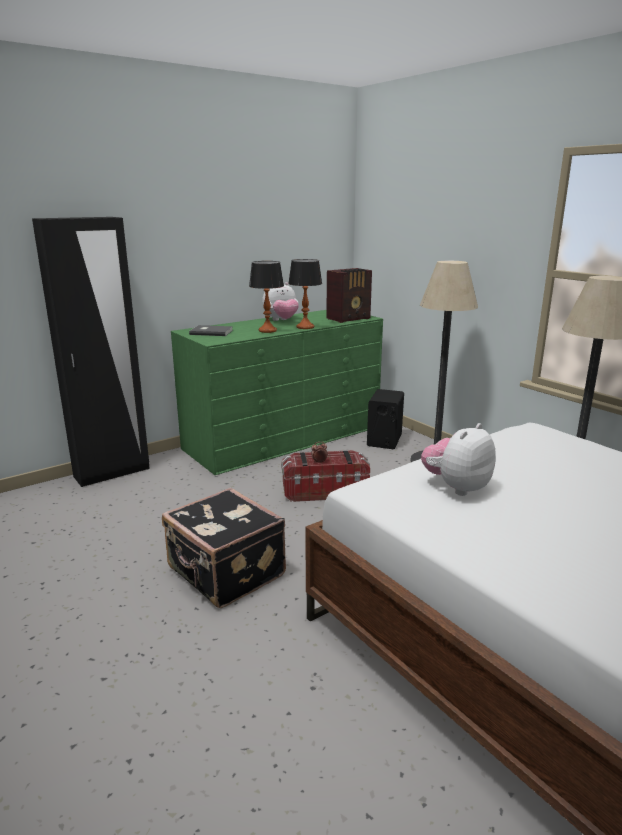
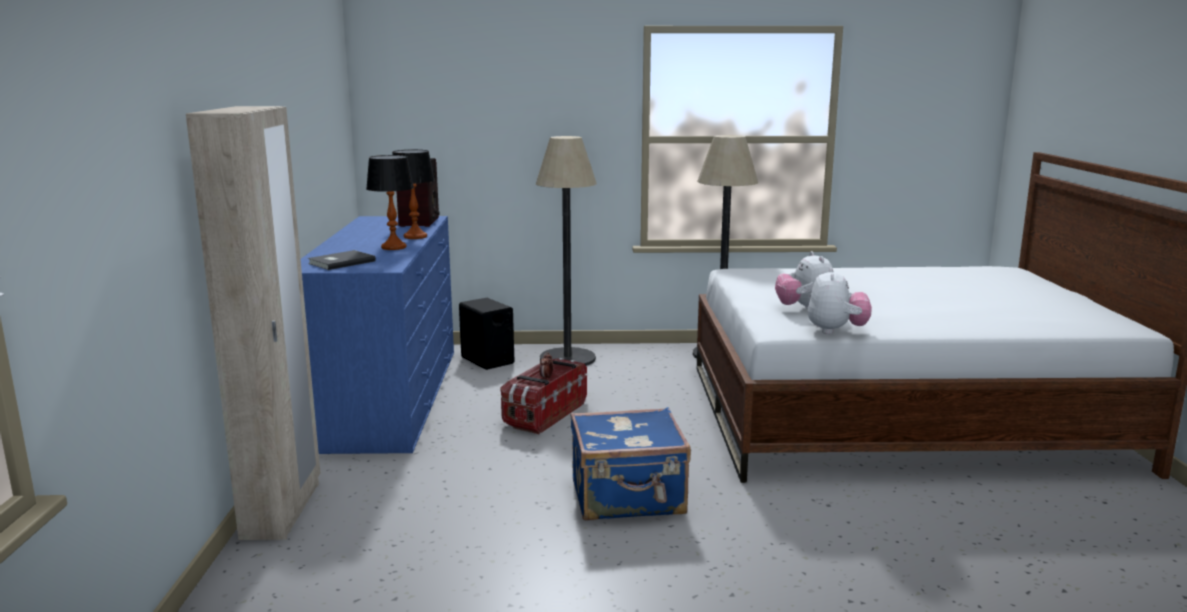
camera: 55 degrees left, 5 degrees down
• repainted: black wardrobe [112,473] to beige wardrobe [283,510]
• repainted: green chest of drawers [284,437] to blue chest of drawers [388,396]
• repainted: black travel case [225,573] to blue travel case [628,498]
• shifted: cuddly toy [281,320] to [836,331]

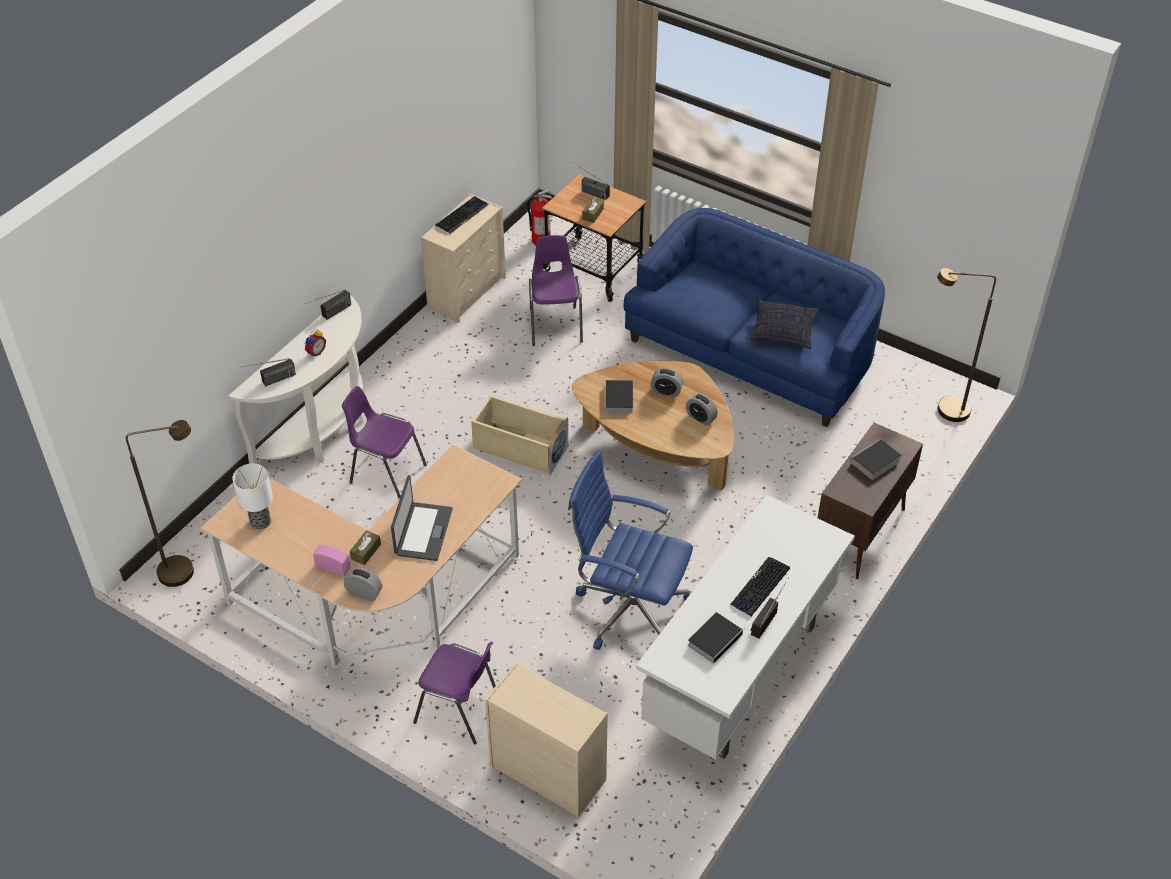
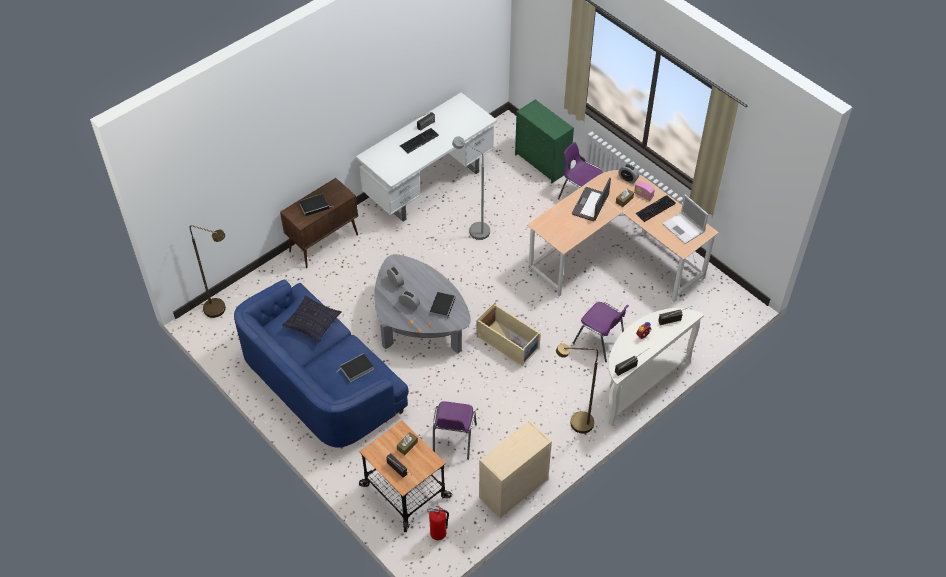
camera: 165 degrees left, 5 degrees up
• shifted: book [715,638] to [356,369]
• repainted: brownish lounge table [657,449] to grey lounge table [419,322]
• swapped: blue computer chair [629,608] to grey standard lamp [474,229]
• repainted: beige chest of drawers [546,772] to green chest of drawers [542,163]
• shifted: brownish standard lamp [186,570] to [575,424]
• shifted: computer keyboard [462,215] to [655,209]
• swapped: tabletop lamp [260,522] to portable computer [684,228]

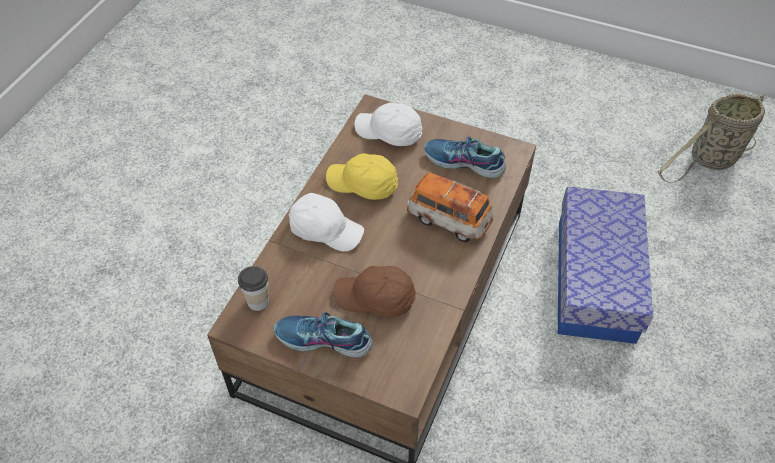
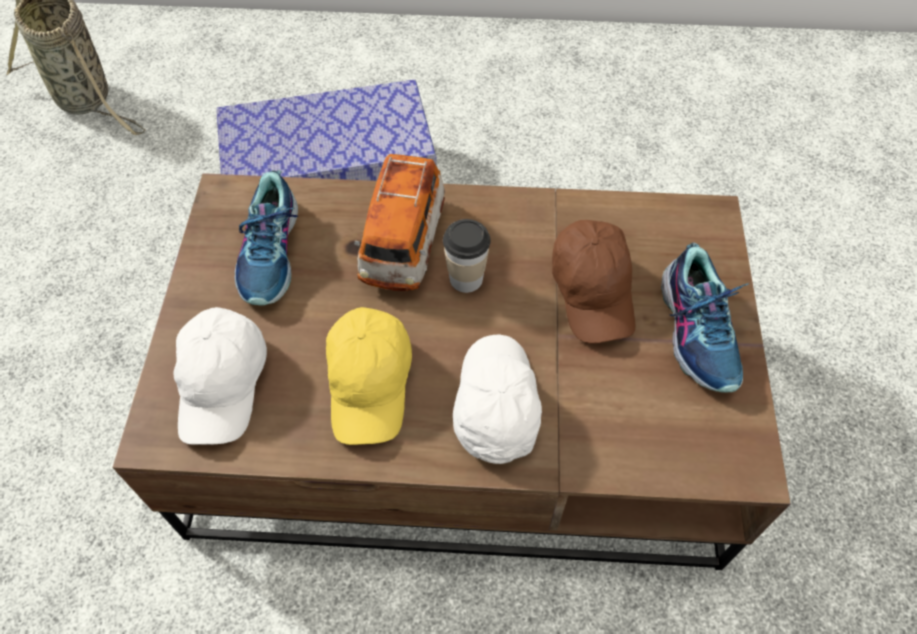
camera: 110 degrees left, 5 degrees up
• shifted: cup [258,301] to [466,278]

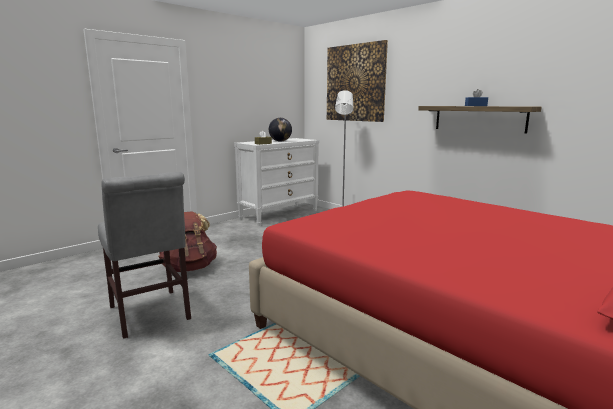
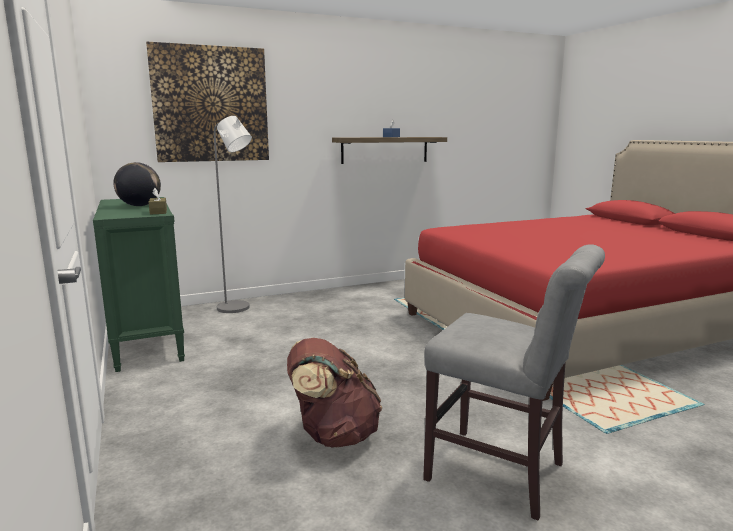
camera: 70 degrees left, 0 degrees up
• repainted: white chest of drawers [279,214] to green chest of drawers [147,339]
• rotated: grey plain chair [150,315] = [502,474] 45 degrees clockwise

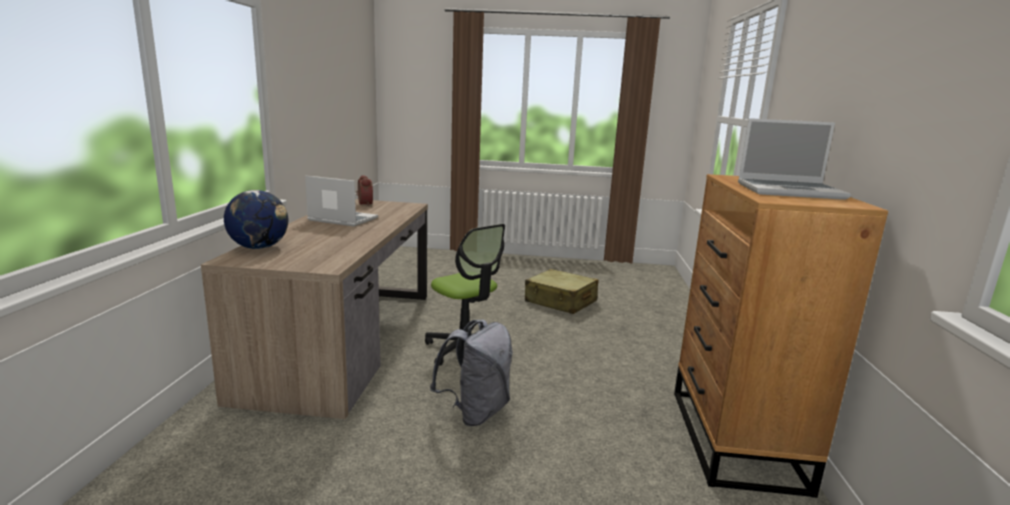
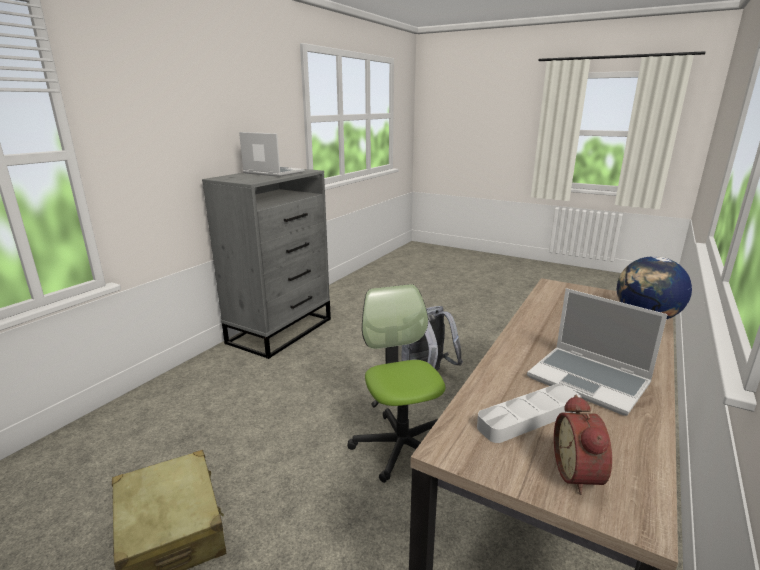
camera: 155 degrees left, 5 degrees up
• repainted: brownish chest of drawers [735,439] to grey chest of drawers [281,330]
• new: grey carrying tray [529,417]

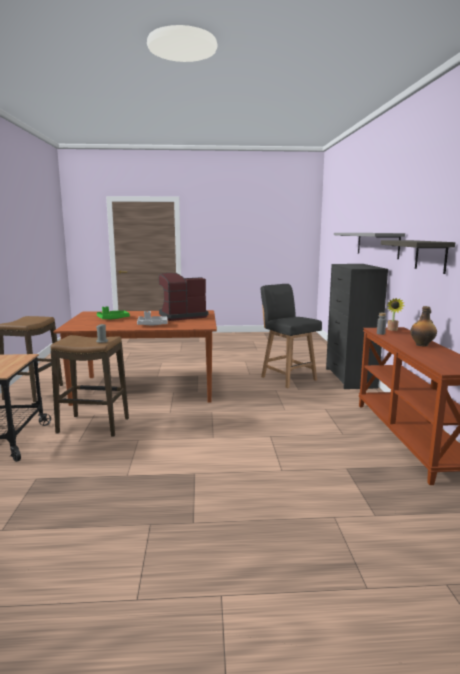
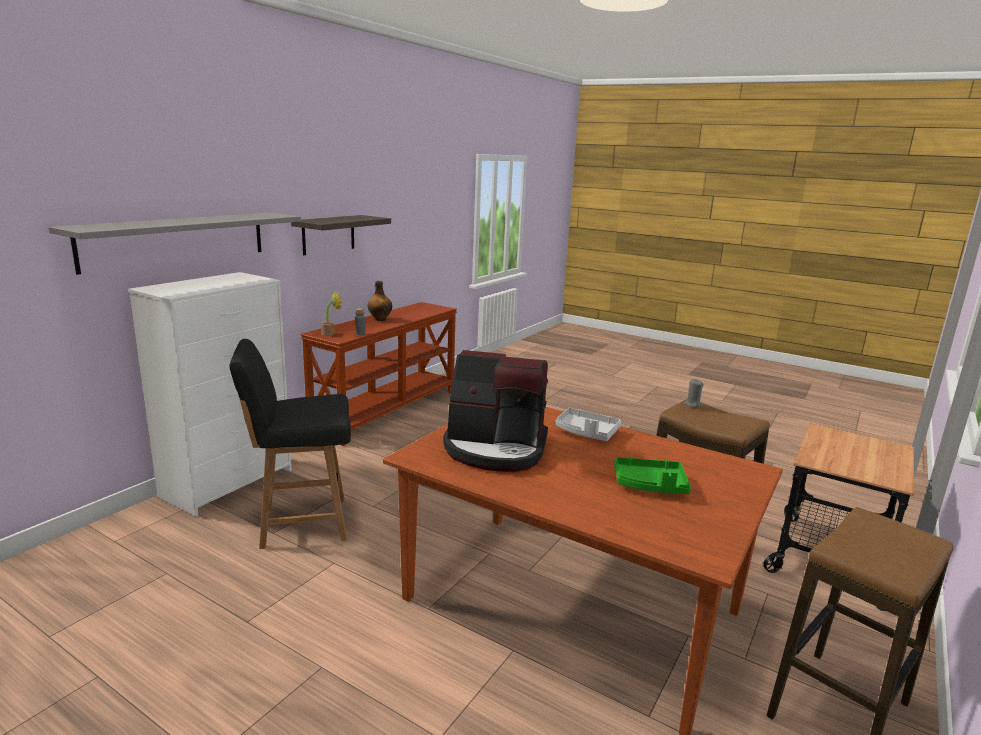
camera: 145 degrees left, 5 degrees up
• repainted: black chest of drawers [350,378] to white chest of drawers [229,482]
• rotated: black plain chair [287,378] = [301,522] 75 degrees clockwise

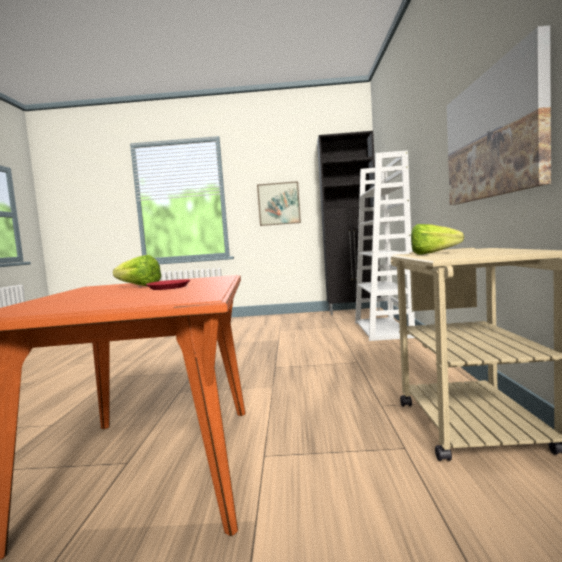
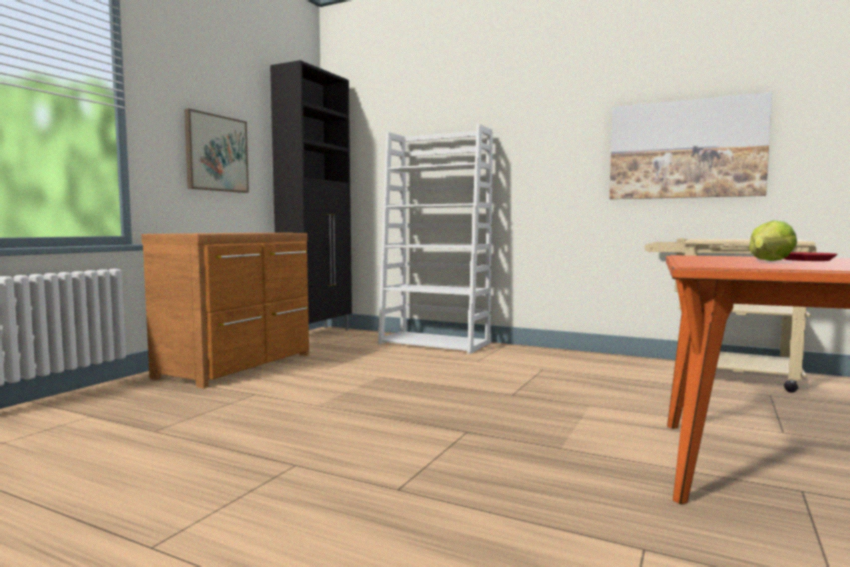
camera: 65 degrees left, 0 degrees up
• new: brownish chest of drawers [240,366]
• gone: lettuce head [437,253]

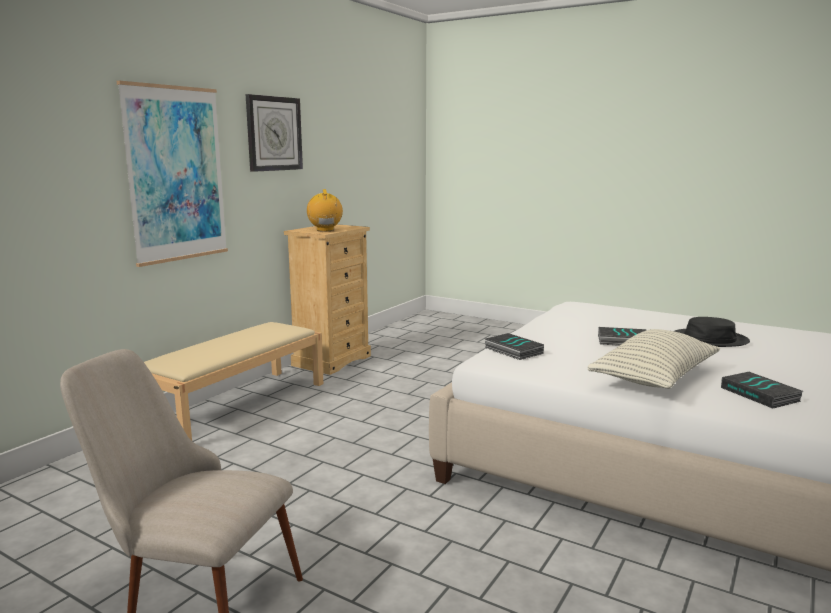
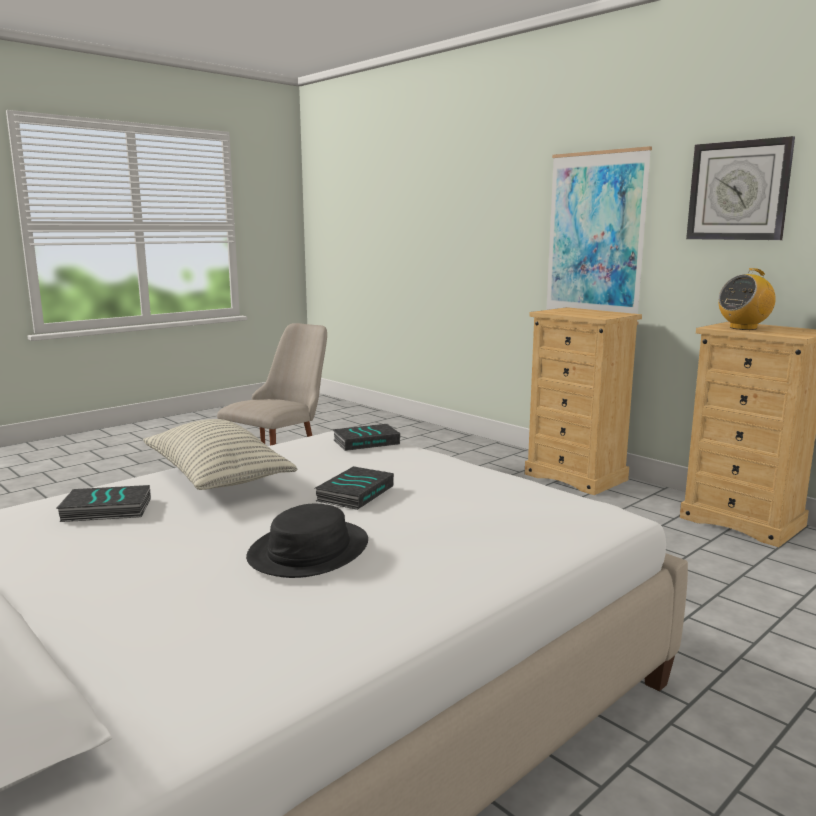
camera: 105 degrees right, 0 degrees up
• swapped: beige bench [238,405] to beige chest of drawers [576,477]
• rotated: radio receiver [325,230] = [743,328] 150 degrees clockwise

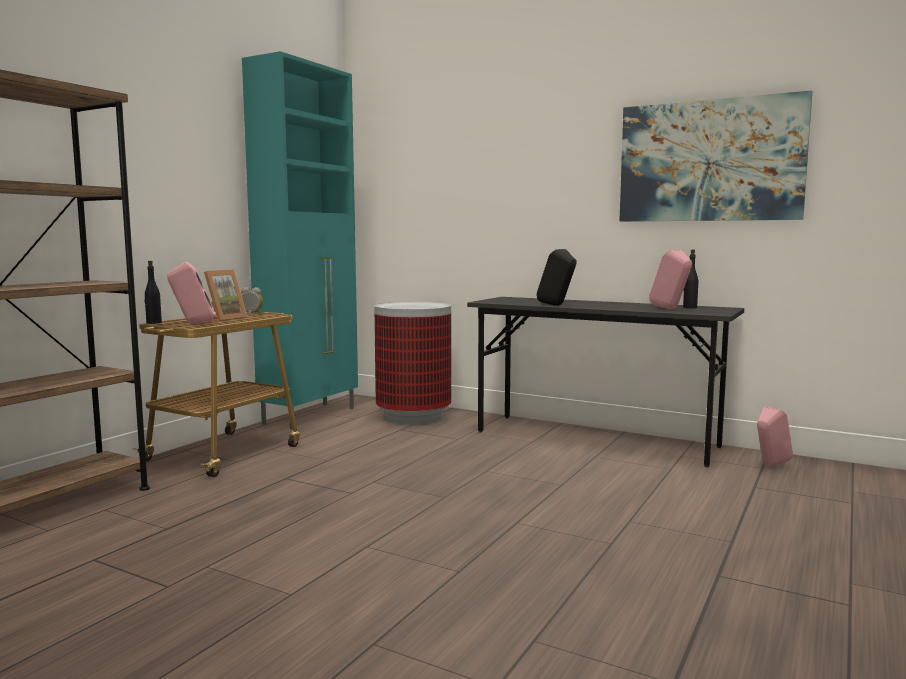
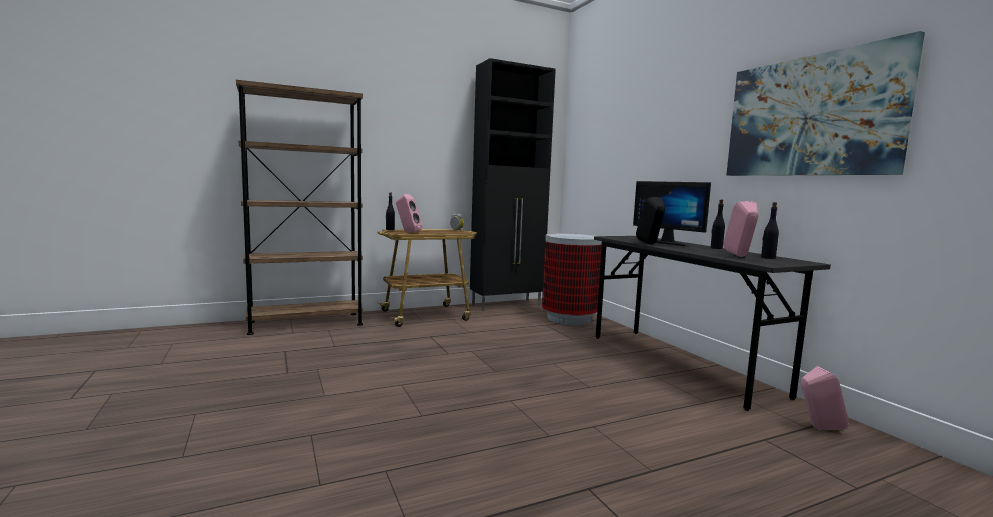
camera: 35 degrees right, 0 degrees up
• repainted: blue-green cabinet [311,415] to black cabinet [507,305]
• new: monitor [670,243]
• new: black beverage bottle [716,248]
• gone: standing frame [223,318]

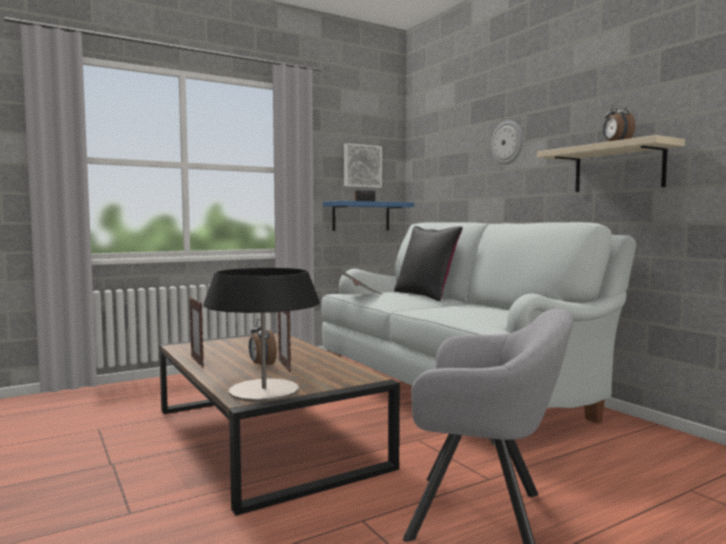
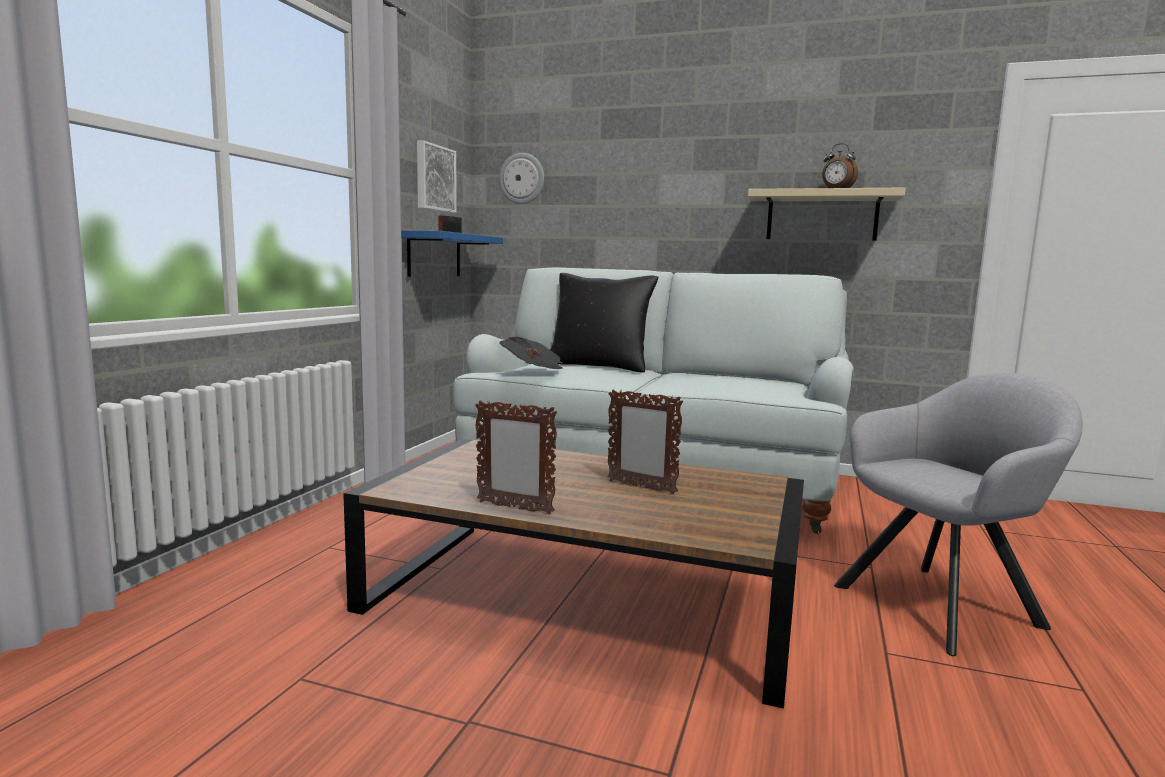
camera: 40 degrees left, 5 degrees up
• shifted: wall clock [507,142] to [522,178]
• gone: tabletop lamp [264,390]
• gone: alarm clock [261,365]

